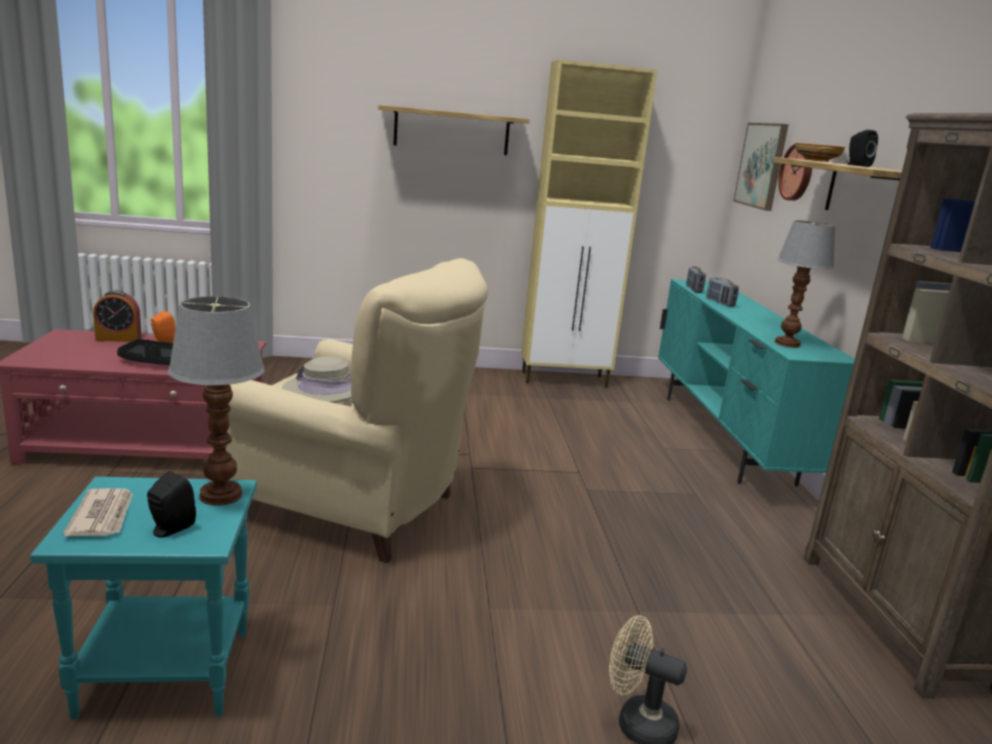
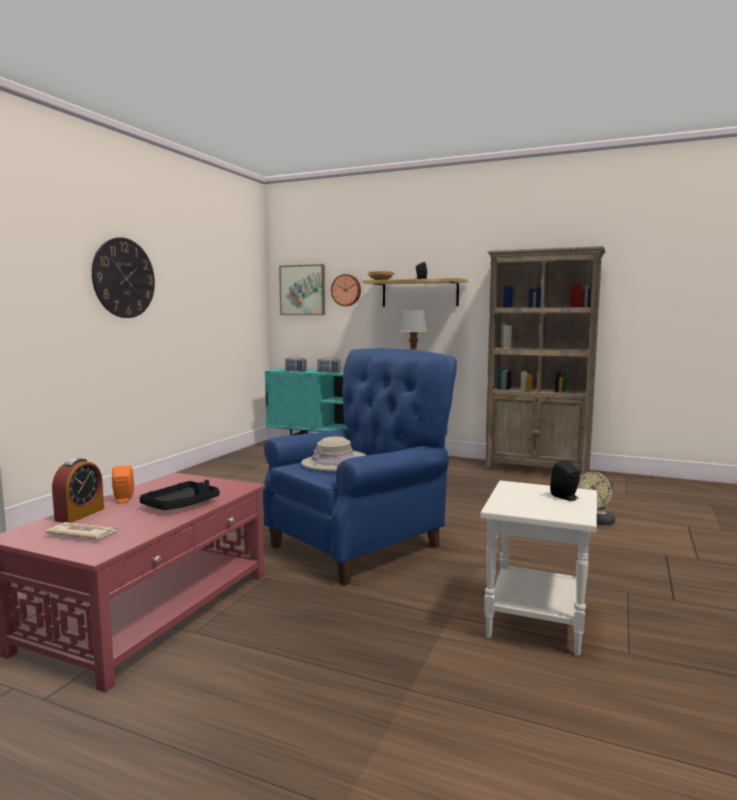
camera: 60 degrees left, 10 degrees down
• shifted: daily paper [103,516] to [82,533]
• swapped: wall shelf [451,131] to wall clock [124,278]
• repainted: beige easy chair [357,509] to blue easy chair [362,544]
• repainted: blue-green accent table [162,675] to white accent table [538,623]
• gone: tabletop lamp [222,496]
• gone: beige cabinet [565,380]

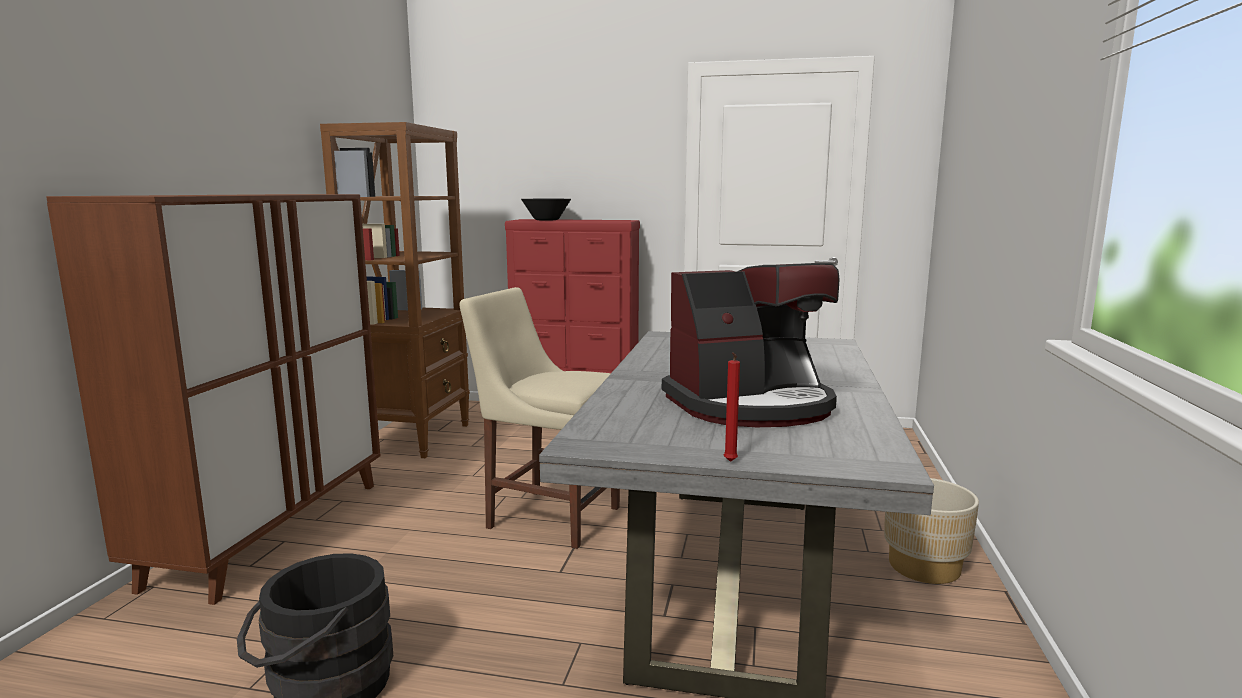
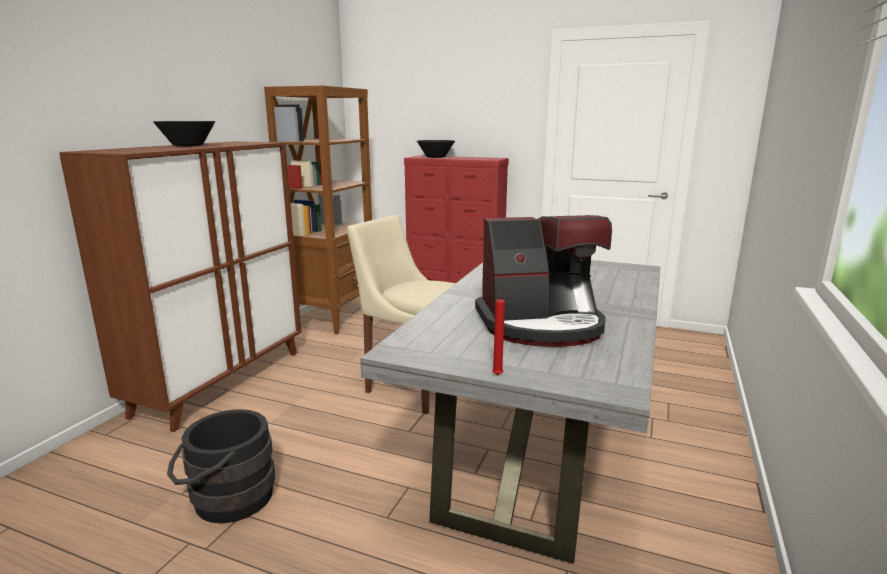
camera: 10 degrees right, 5 degrees up
• new: black bowl [188,146]
• gone: beige flower pot [924,567]

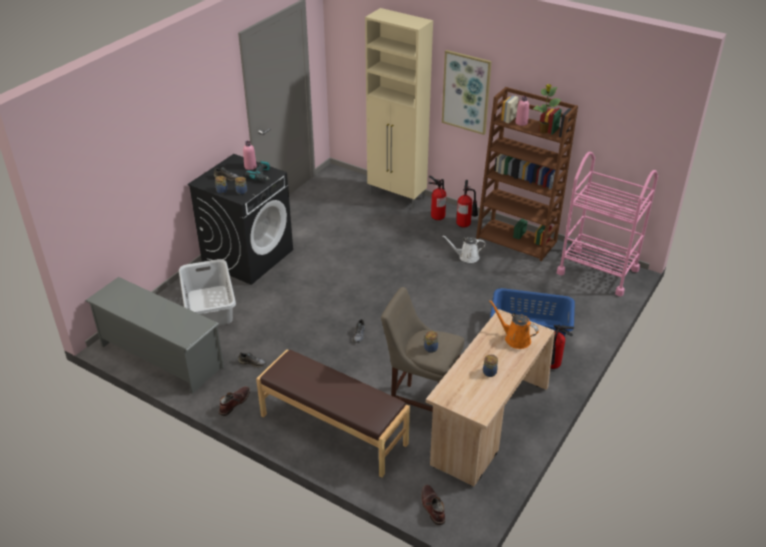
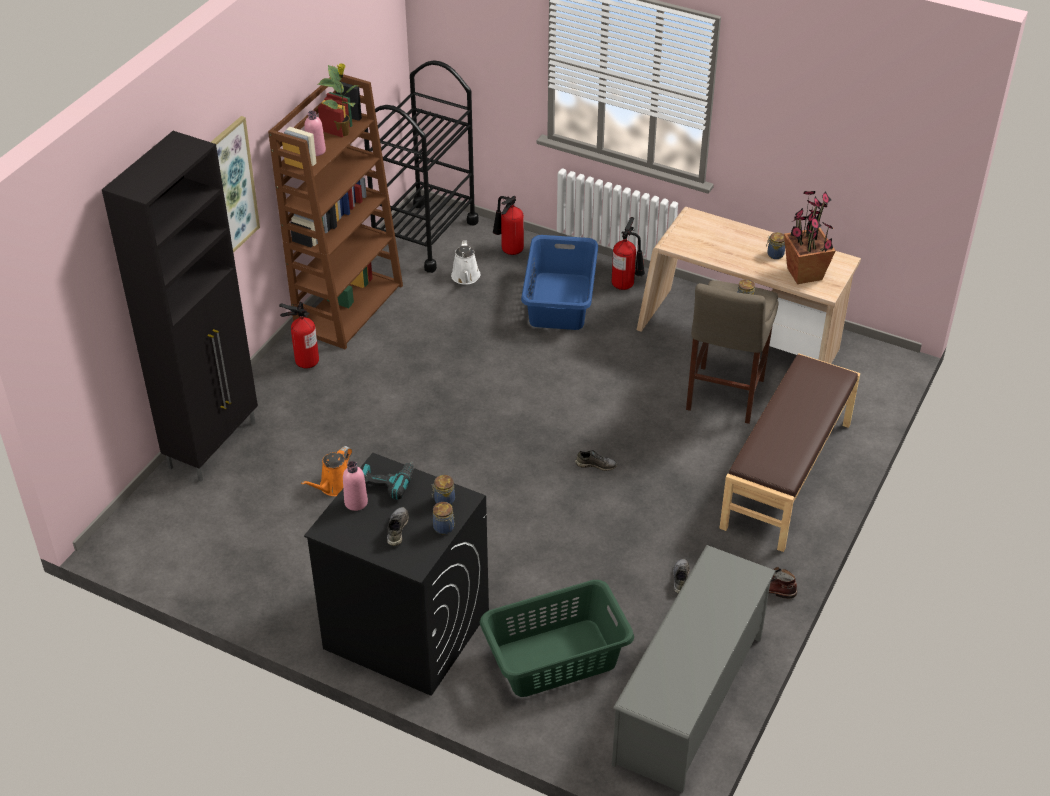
camera: 95 degrees left, 5 degrees up
• repainted: beige cabinet [397,196] to black cabinet [214,444]
• shifted: orangey watering can [515,339] to [334,486]
• repainted: pink cart [597,271] to black cart [424,236]
• shifted: white watering can [466,257] to [466,277]
• repainted: grey washing basket [210,307] to green washing basket [554,657]
• shifted: fire-fighting cylinder [438,216] to [508,250]
• new: potted plant [804,274]
• gone: brownish tall boot [432,507]

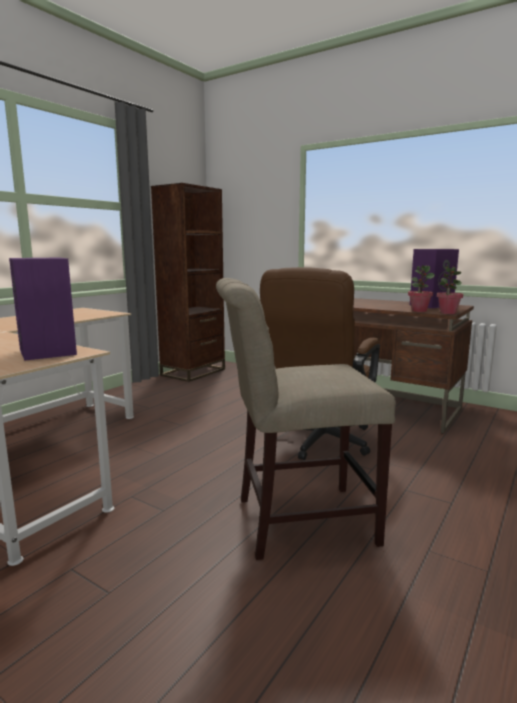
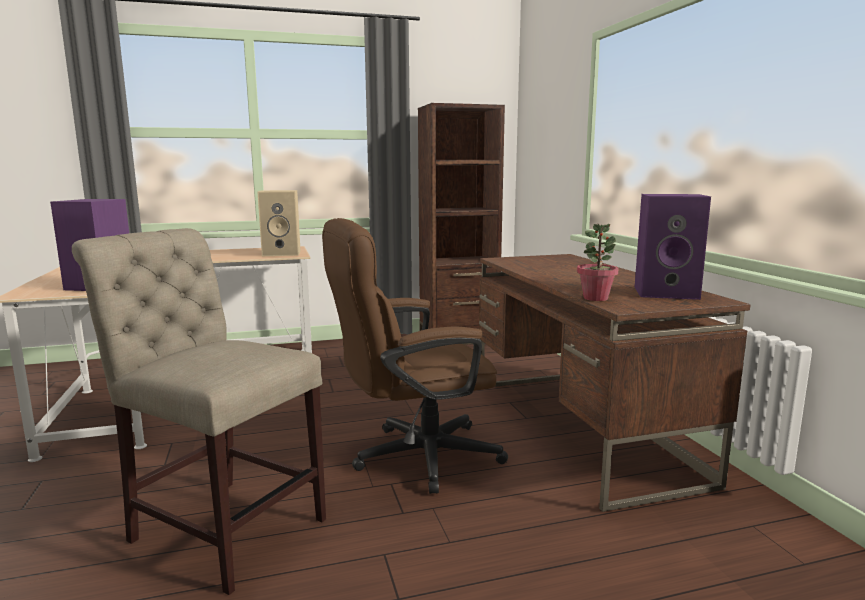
camera: 40 degrees right, 0 degrees up
• new: beige loudspeaker [283,253]
• gone: potted plant [448,313]

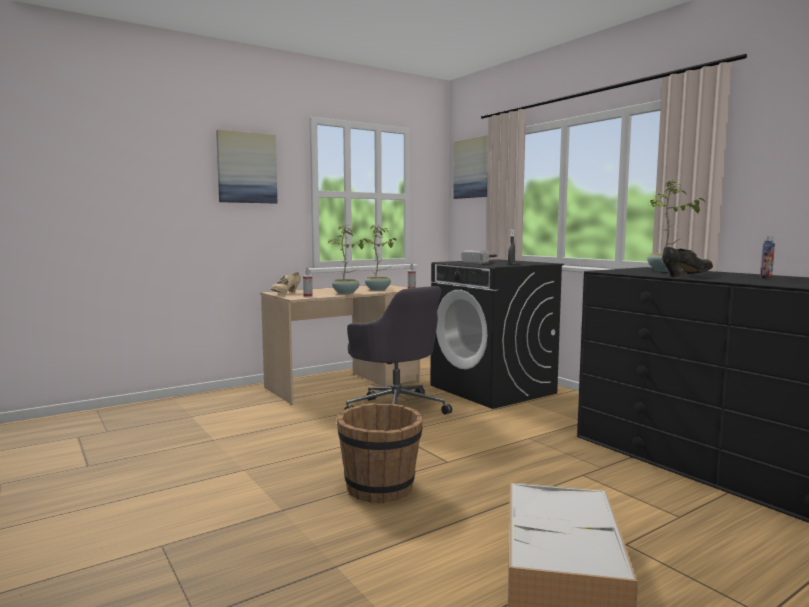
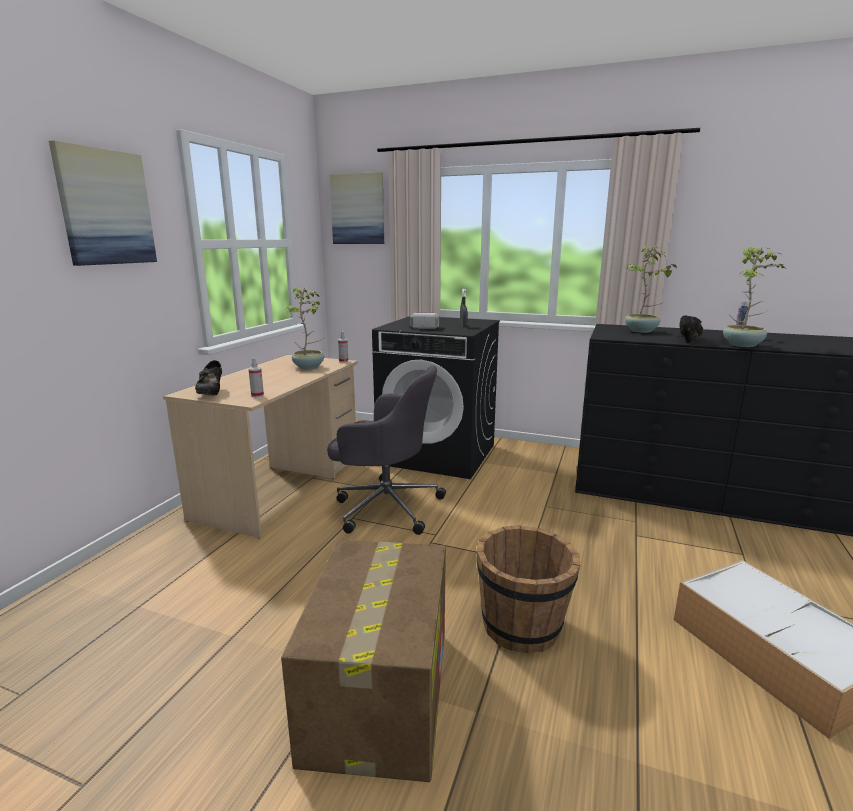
camera: 35 degrees left, 10 degrees up
• repainted: beige item of footwear [286,293] to black item of footwear [211,393]
• new: packing box [379,690]
• shifted: potted plant [346,293] to [743,345]

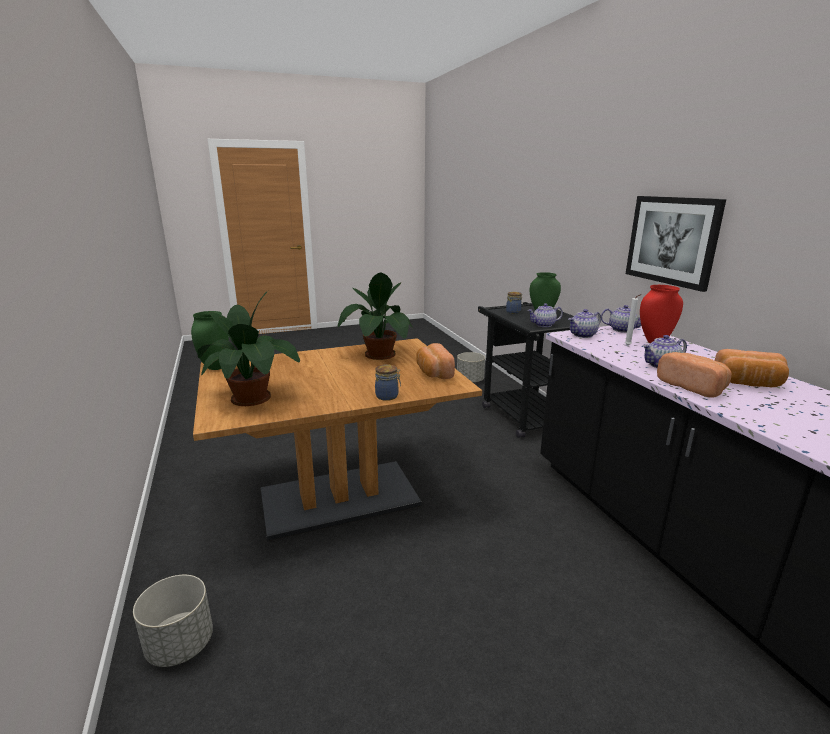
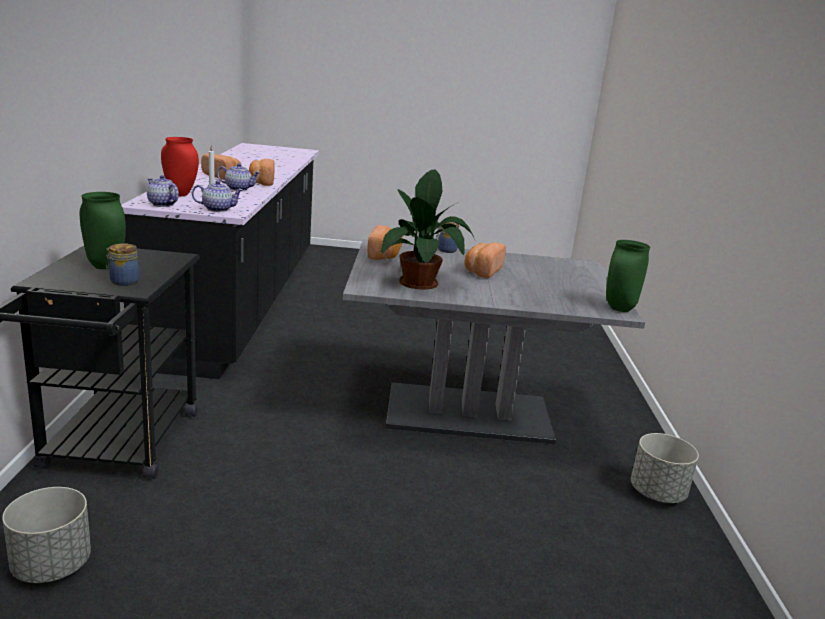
camera: 160 degrees left, 0 degrees up
• repainted: brownish kitchen table [339,498] to grey kitchen table [468,414]
• new: bakery bread [482,271]
• shifted: grey flower pot [180,645] to [657,493]
• gone: potted plant [254,398]
• gone: tea pot [543,325]
• gone: picture [672,240]

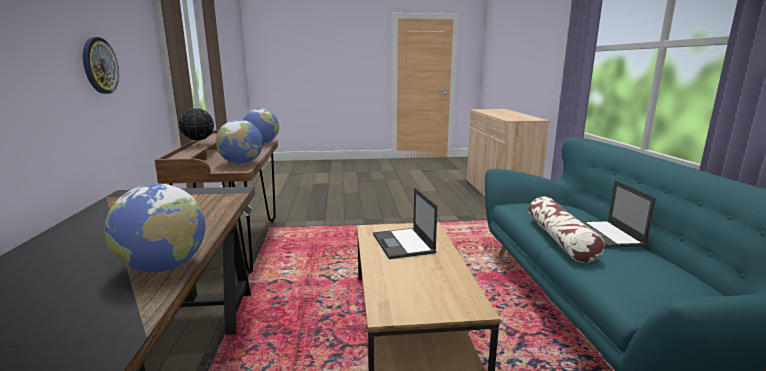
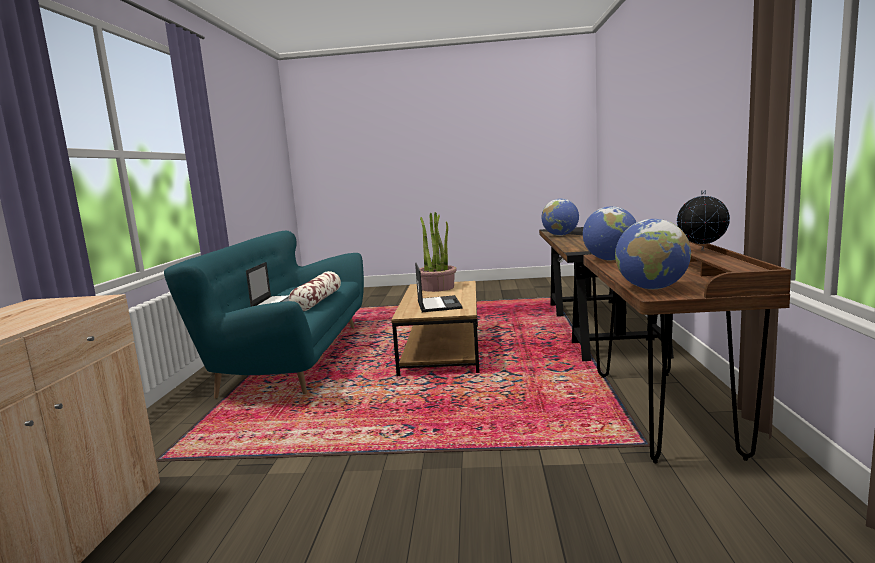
camera: 170 degrees left, 5 degrees down
• new: potted plant [437,287]
• gone: wall clock [99,65]

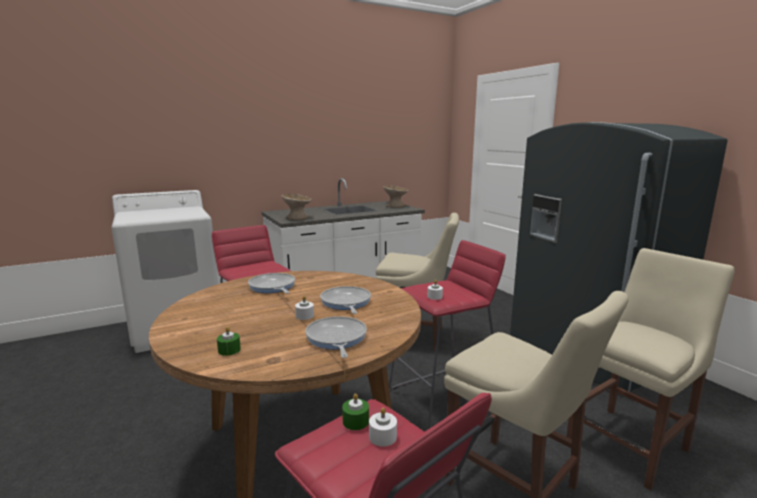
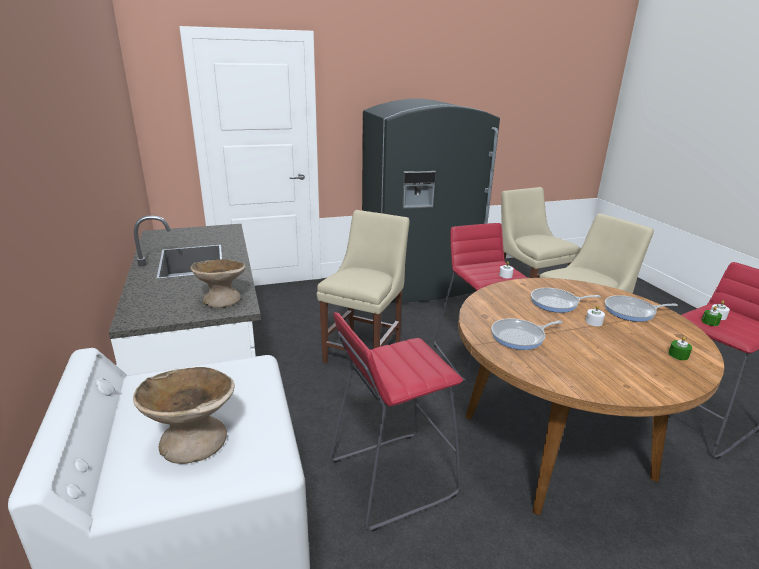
camera: 80 degrees left, 10 degrees up
• shifted: beige bowl [395,206] to [193,441]

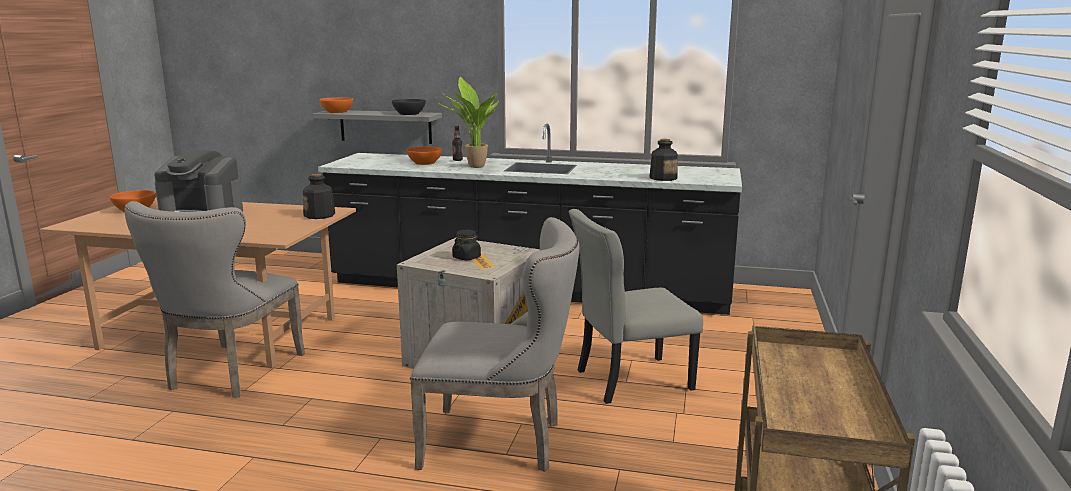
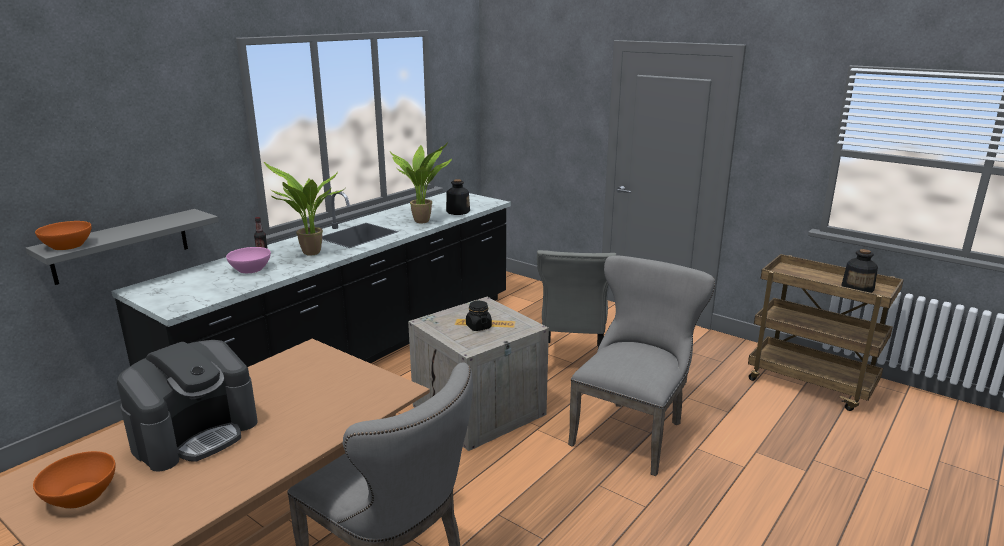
camera: 65 degrees left, 5 degrees up
• repainted: orangey bowl [424,163] to pink bowl [250,269]
• new: potted plant [424,221]
• shifted: beverage bottle [319,215] to [857,288]
• gone: black bowl [409,113]

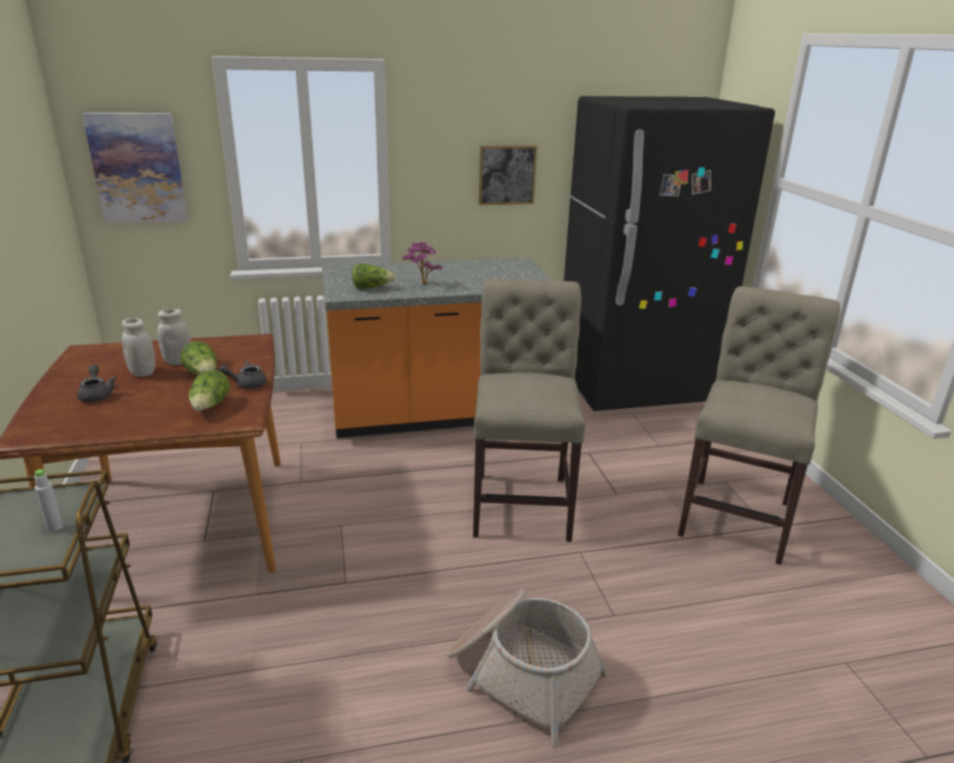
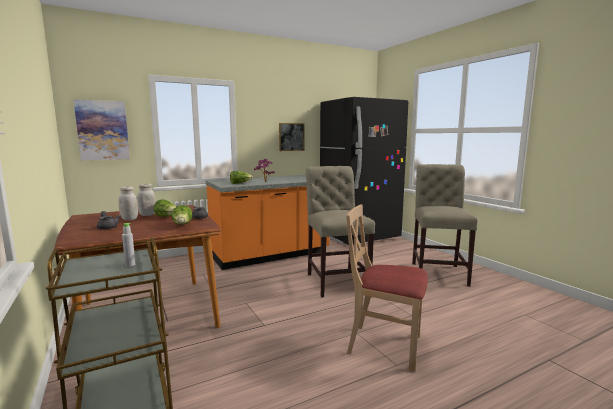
camera: 15 degrees left, 15 degrees down
• swapped: storage basket [522,673] to beige plain chair [384,345]

